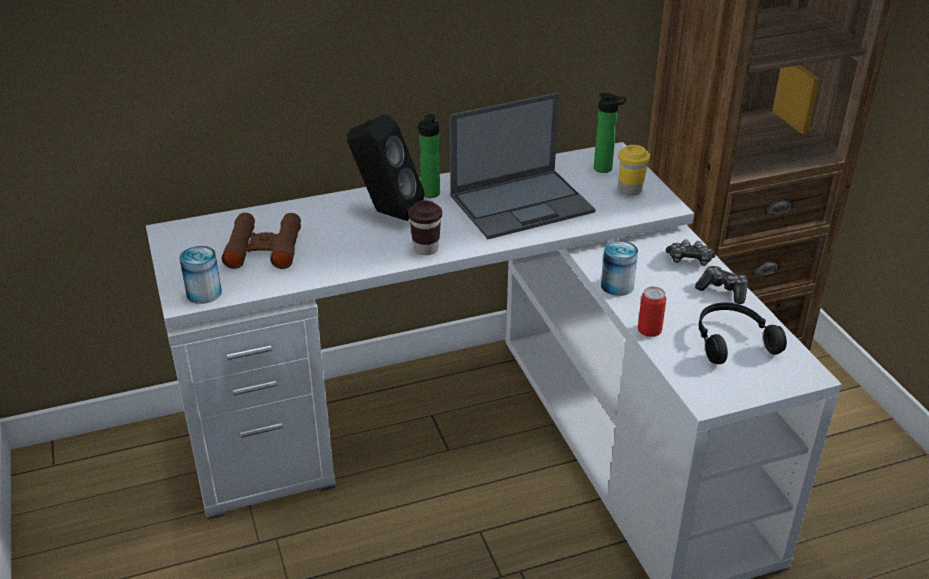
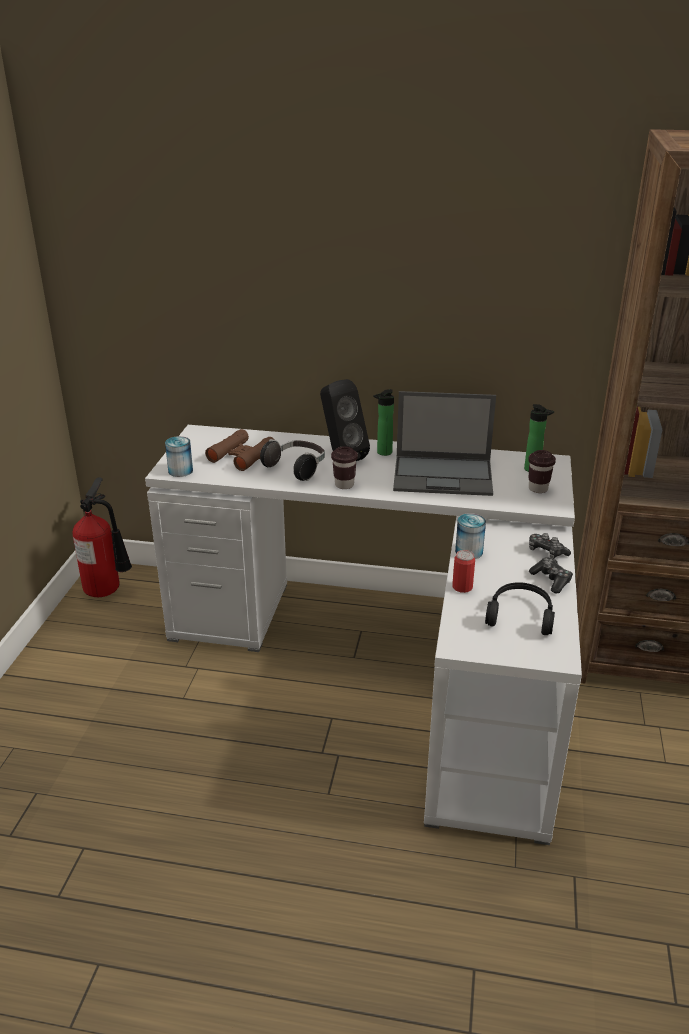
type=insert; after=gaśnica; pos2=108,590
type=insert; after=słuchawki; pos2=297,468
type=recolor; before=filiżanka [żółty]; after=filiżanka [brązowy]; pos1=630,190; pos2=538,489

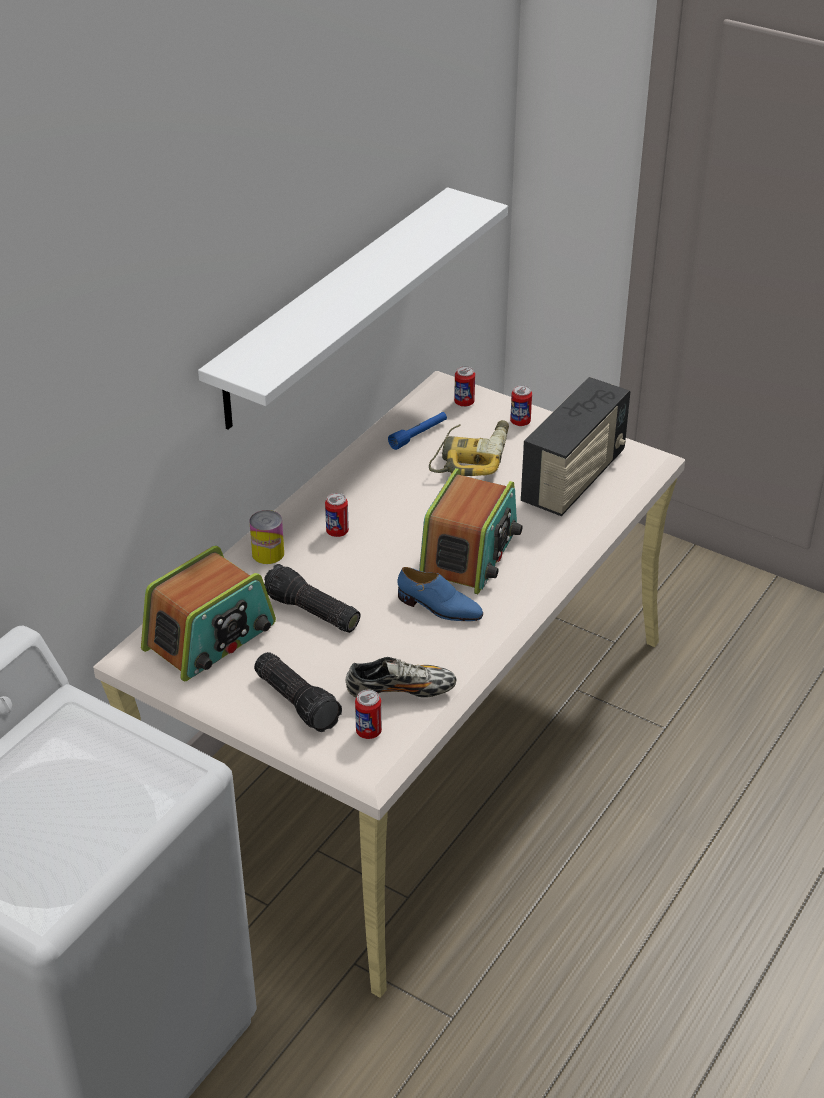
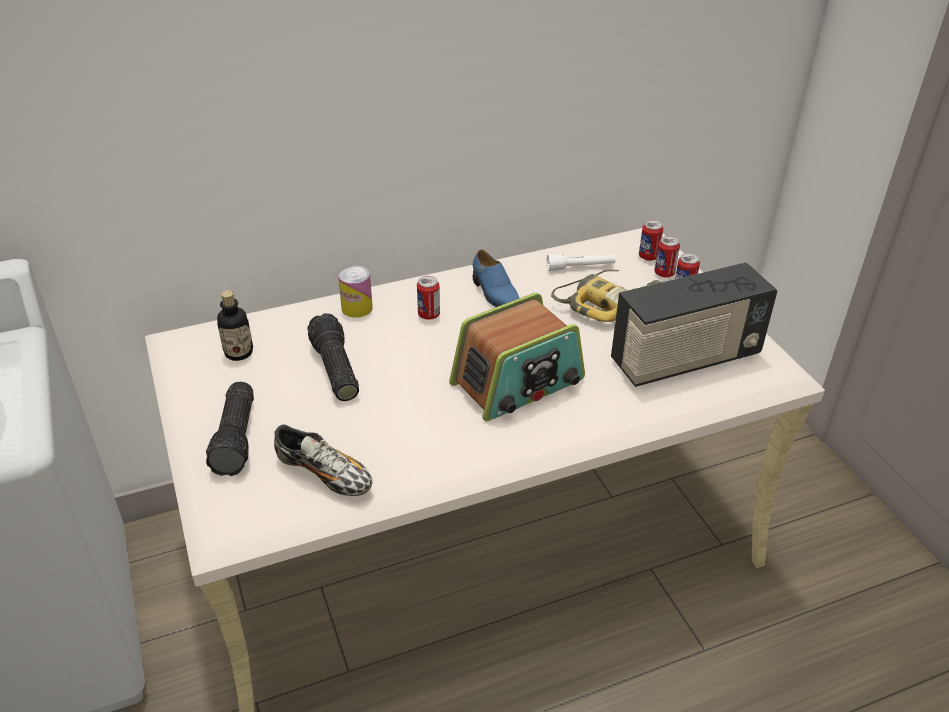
type=replace; before=radio; after=butelka; pos1=210,637; pos2=239,353
type=move; before=but [niebieski]; pos1=439,608; pos2=495,295
type=recolor; before=latarka [niebieski]; after=latarka [biały]; pos1=418,435; pos2=580,267
type=move; before=puszka; pos1=368,731; pos2=664,273
type=delete; before=półka [biały]; pos1=334,307

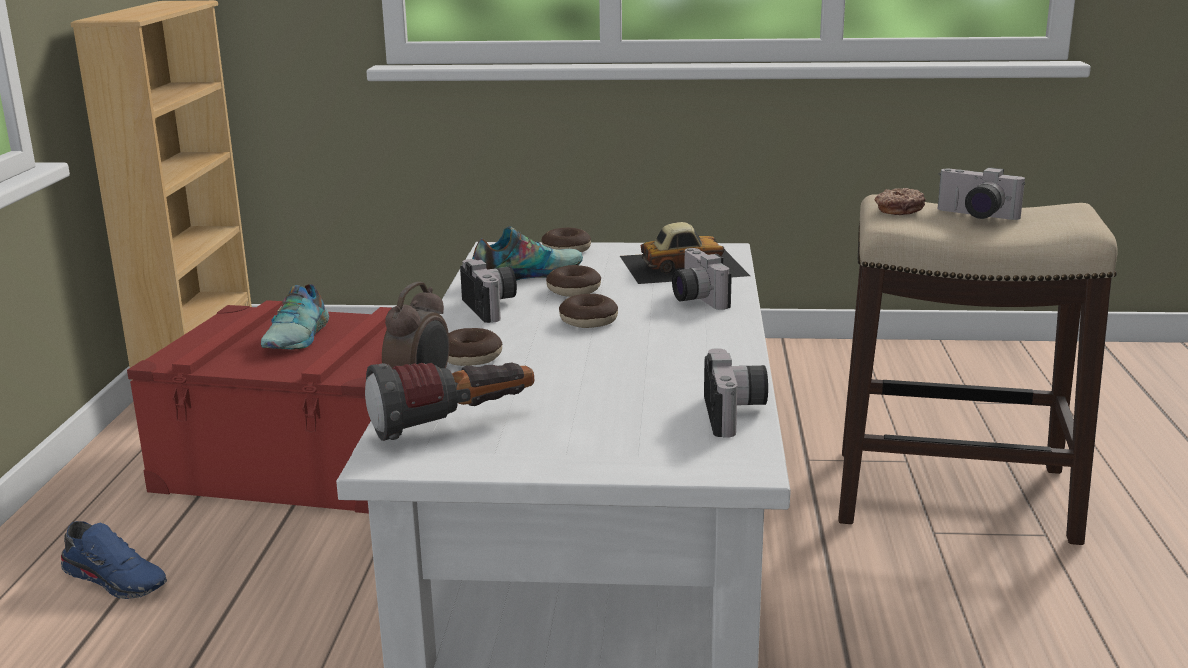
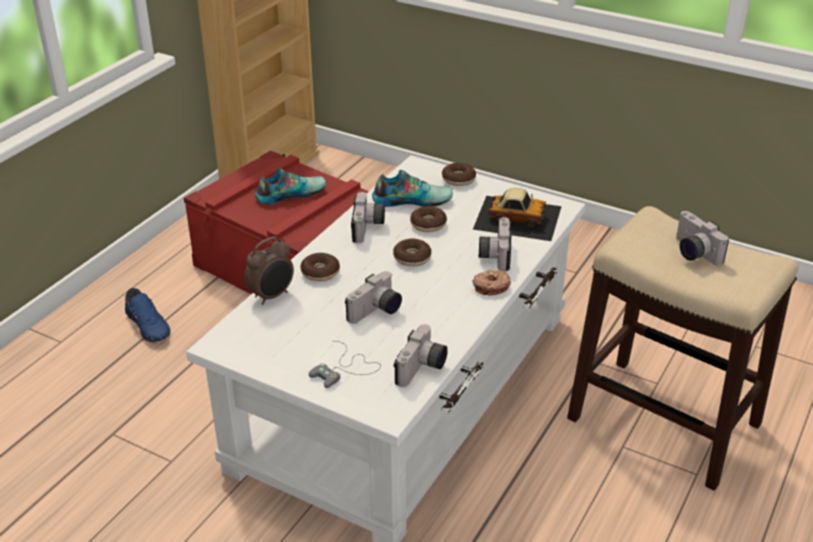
type=rotate; before=but; pos1=299,337; pos2=290,193; turn=-150
type=insert; after=pad do gier [szary]; pos2=346,369
type=insert; after=aparat fotograficzny; pos2=376,312
type=move; before=donut; pos1=898,209; pos2=491,286
type=delete; before=latarka; pos1=454,425

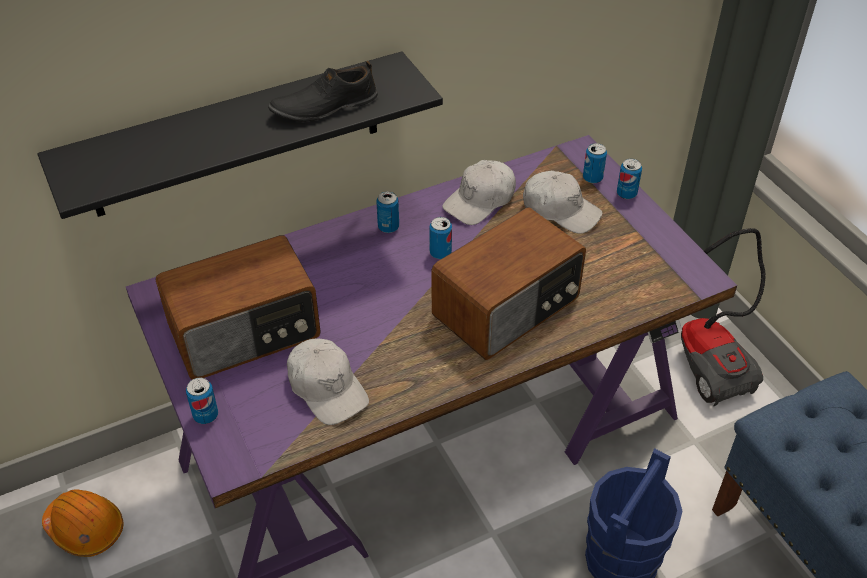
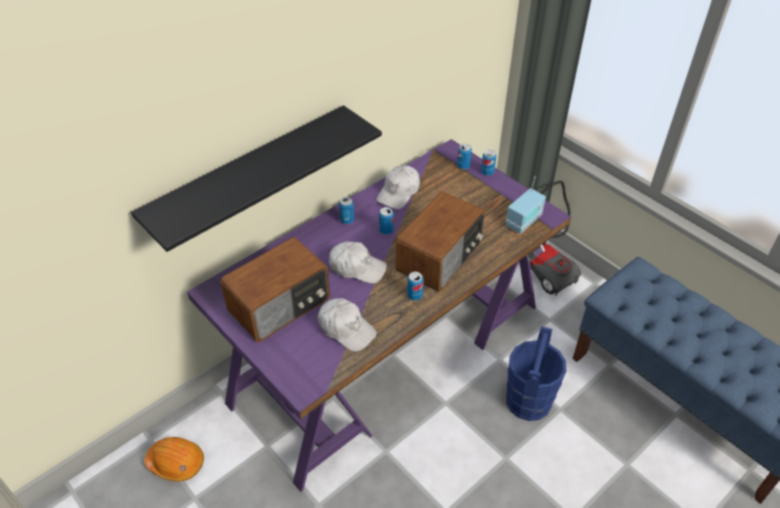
type=move; before=czapka z daszkiem [biały]; pos1=560,210; pos2=357,267
type=move; before=puszka; pos1=206,415; pos2=414,295
type=insert; after=radio; pos2=524,221
type=delete; before=but [czarny]; pos1=324,106

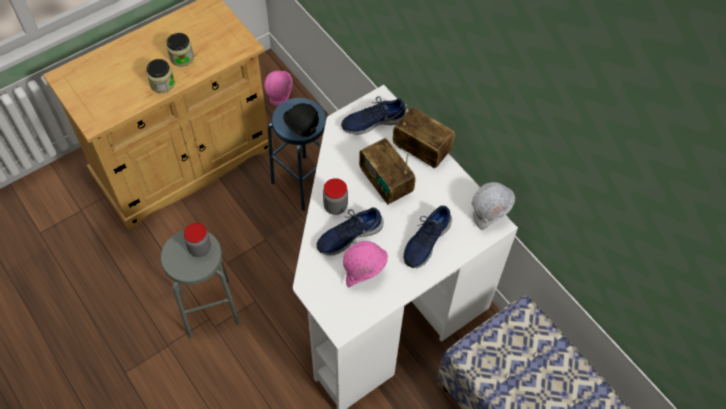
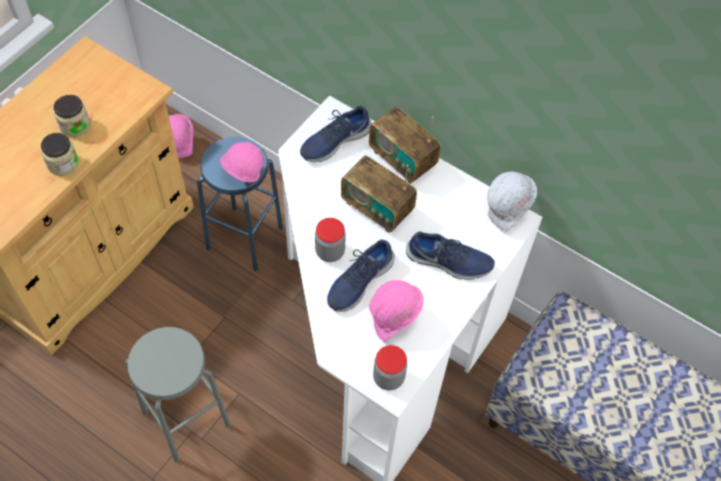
type=recolor; before=kask [czarny]; after=kask [różowy]; pos1=301,131; pos2=243,177
type=rotate; before=radio; pos1=421,150; pos2=402,159; turn=-150
type=move; before=słoik; pos1=200,248; pos2=388,378
type=rotate; before=but [niebieski]; pos1=426,241; pos2=448,262; turn=-90

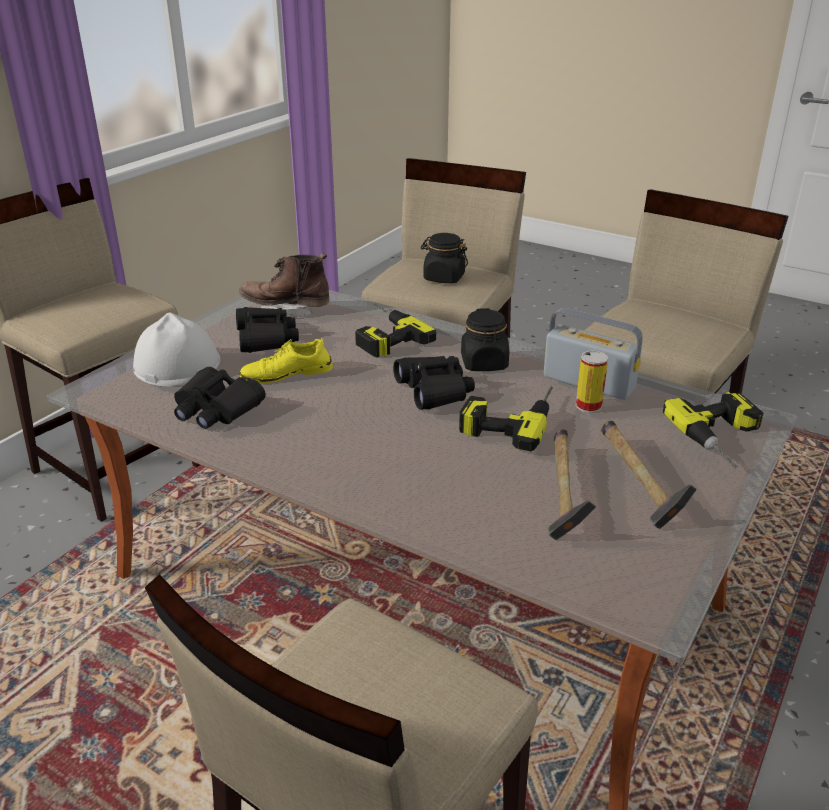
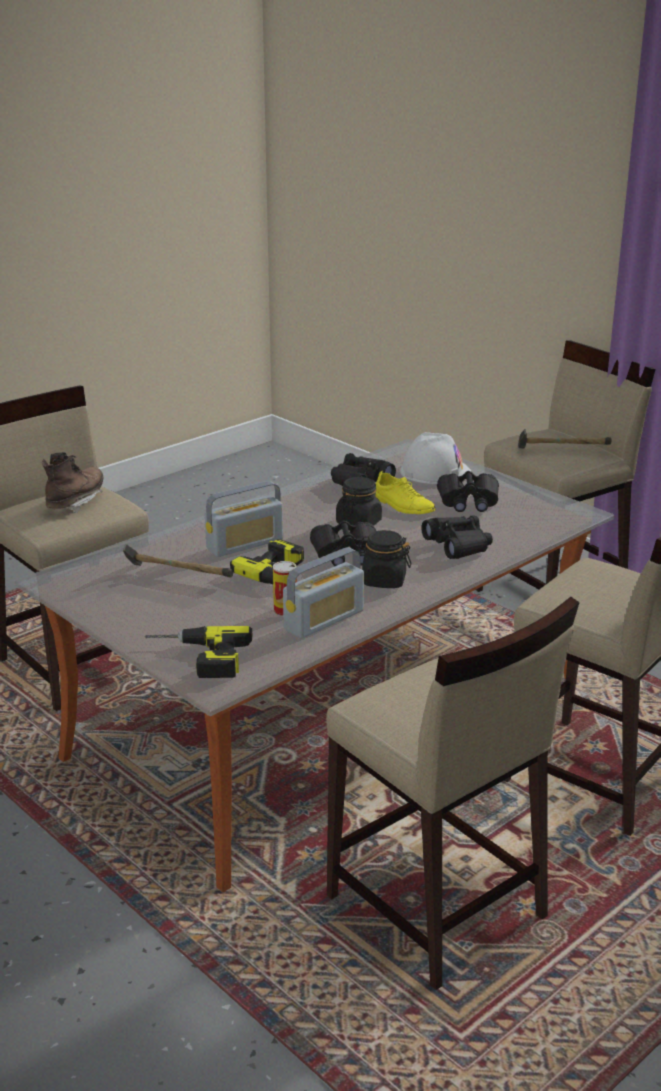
type=move; before=but z cholewką [brązowy]; pos1=286,309; pos2=76,502
type=insert; after=radio; pos2=245,544
type=move; before=słoik [czarny]; pos1=443,278; pos2=358,522
type=rotate; before=but [żółty]; pos1=287,373; pos2=402,505; turn=135
type=replace; before=wiertarka; after=lornetka [czarny]; pos1=382,335; pos2=458,545
type=move; before=młotek; pos1=637,484; pos2=560,450

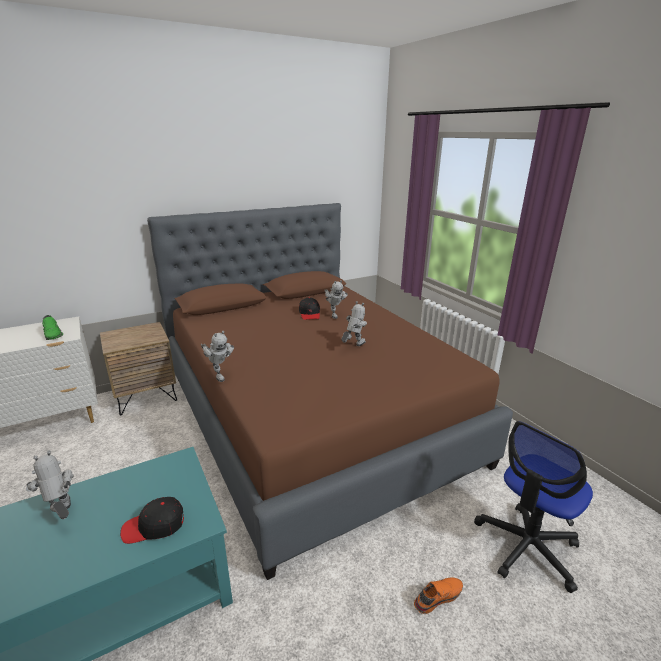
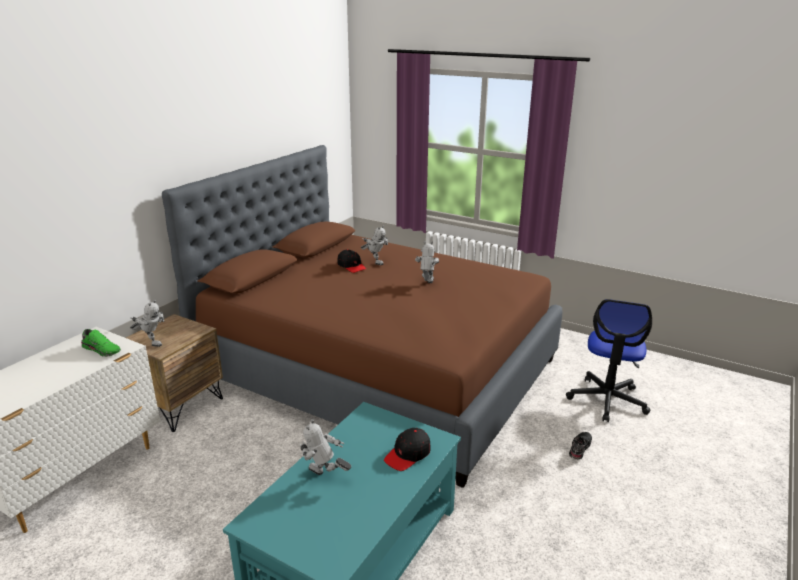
type=move; before=robot zabawkowy; pos1=219,375; pos2=151,342
type=recolor; before=but [pomarańczowy]; after=but [czarny]; pos1=437,596; pos2=579,448

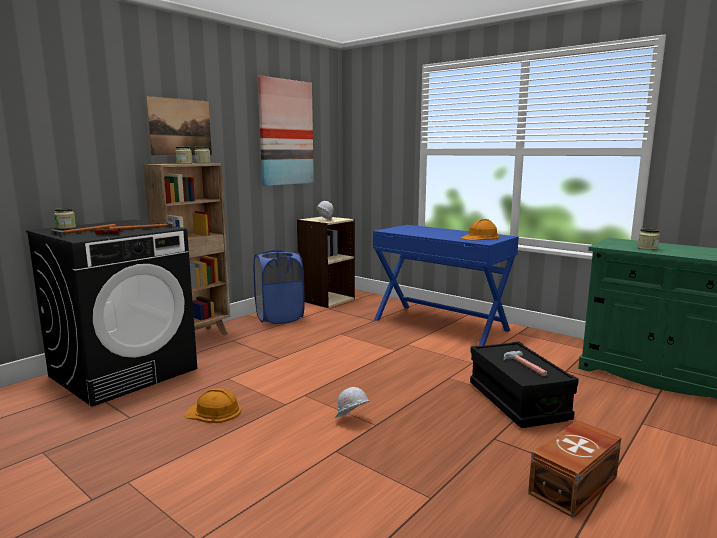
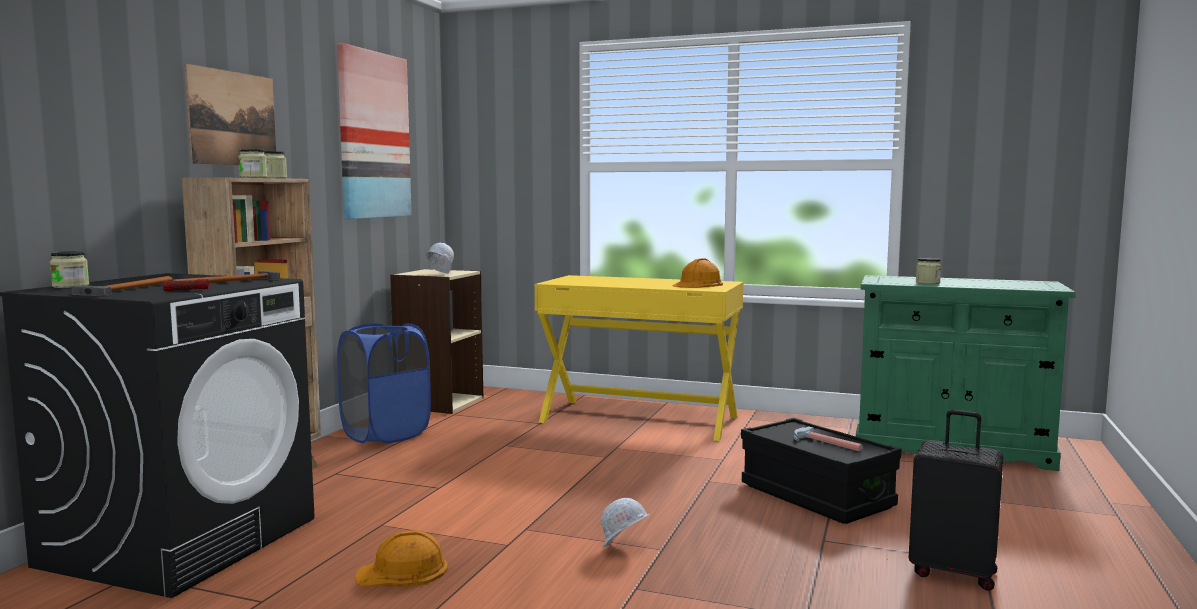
type=recolor; before=biurko [niebieski]; after=biurko [żółty]; pos1=440,324; pos2=639,419
type=replace; before=pojemnik do przechowywania [brązowy]; after=walizka [czarny]; pos1=575,485; pos2=953,572

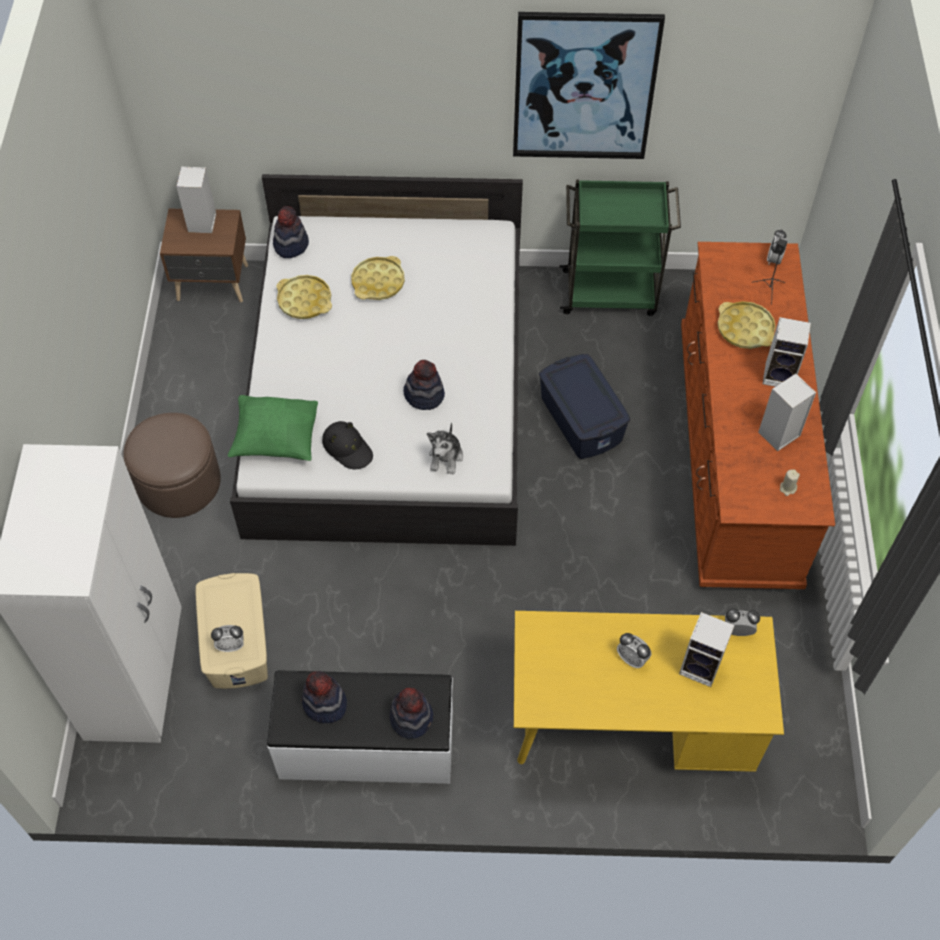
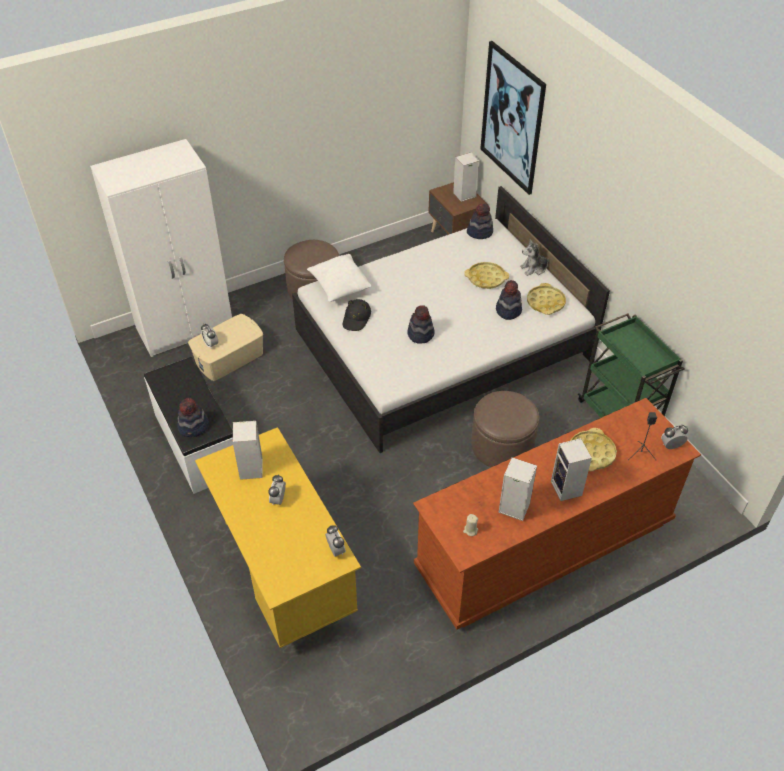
type=move; before=głośnik; pos1=702,667; pos2=252,469
type=recolor; before=poduszka [zielony]; after=poduszka [biały]; pos1=276,439; pos2=340,287
type=replace; before=pojemnik do przechowywania [niebieski]; after=pufa [brązowy]; pos1=581,419; pos2=502,445
type=move; before=obraz; pos1=584,87; pos2=512,118
type=move; before=kapelusz; pos1=324,704; pos2=508,310
type=move; before=pluszak; pos1=446,457; pos2=534,268
type=move; before=taca [żółty]; pos1=304,300; pos2=545,302

